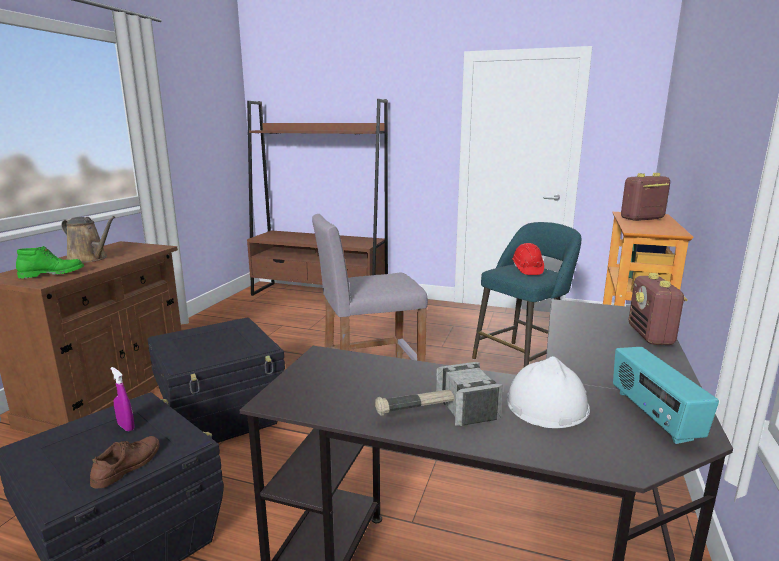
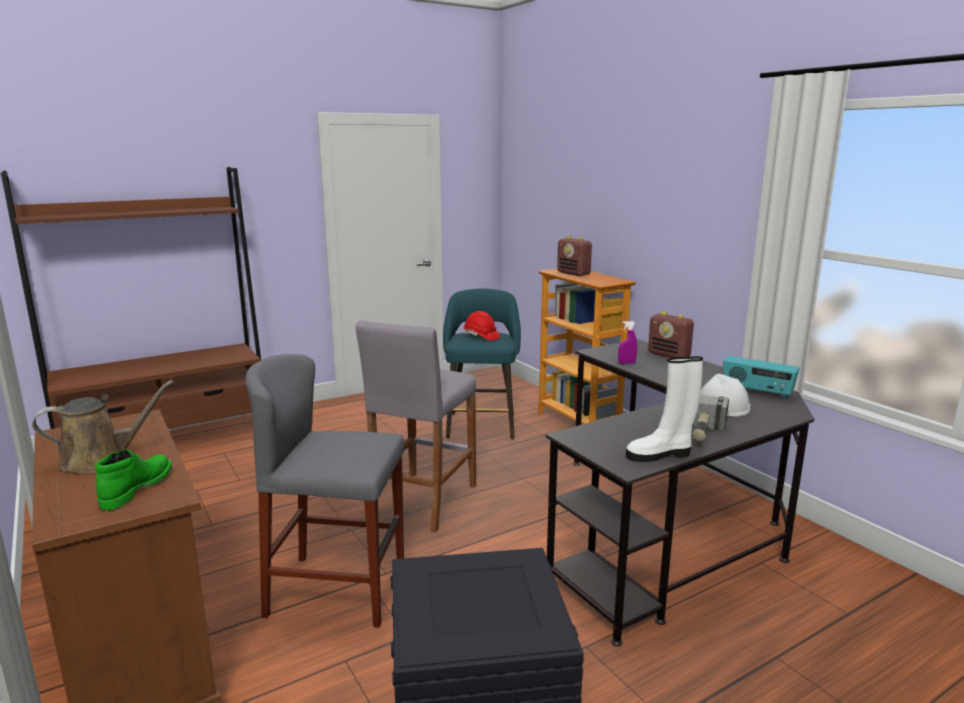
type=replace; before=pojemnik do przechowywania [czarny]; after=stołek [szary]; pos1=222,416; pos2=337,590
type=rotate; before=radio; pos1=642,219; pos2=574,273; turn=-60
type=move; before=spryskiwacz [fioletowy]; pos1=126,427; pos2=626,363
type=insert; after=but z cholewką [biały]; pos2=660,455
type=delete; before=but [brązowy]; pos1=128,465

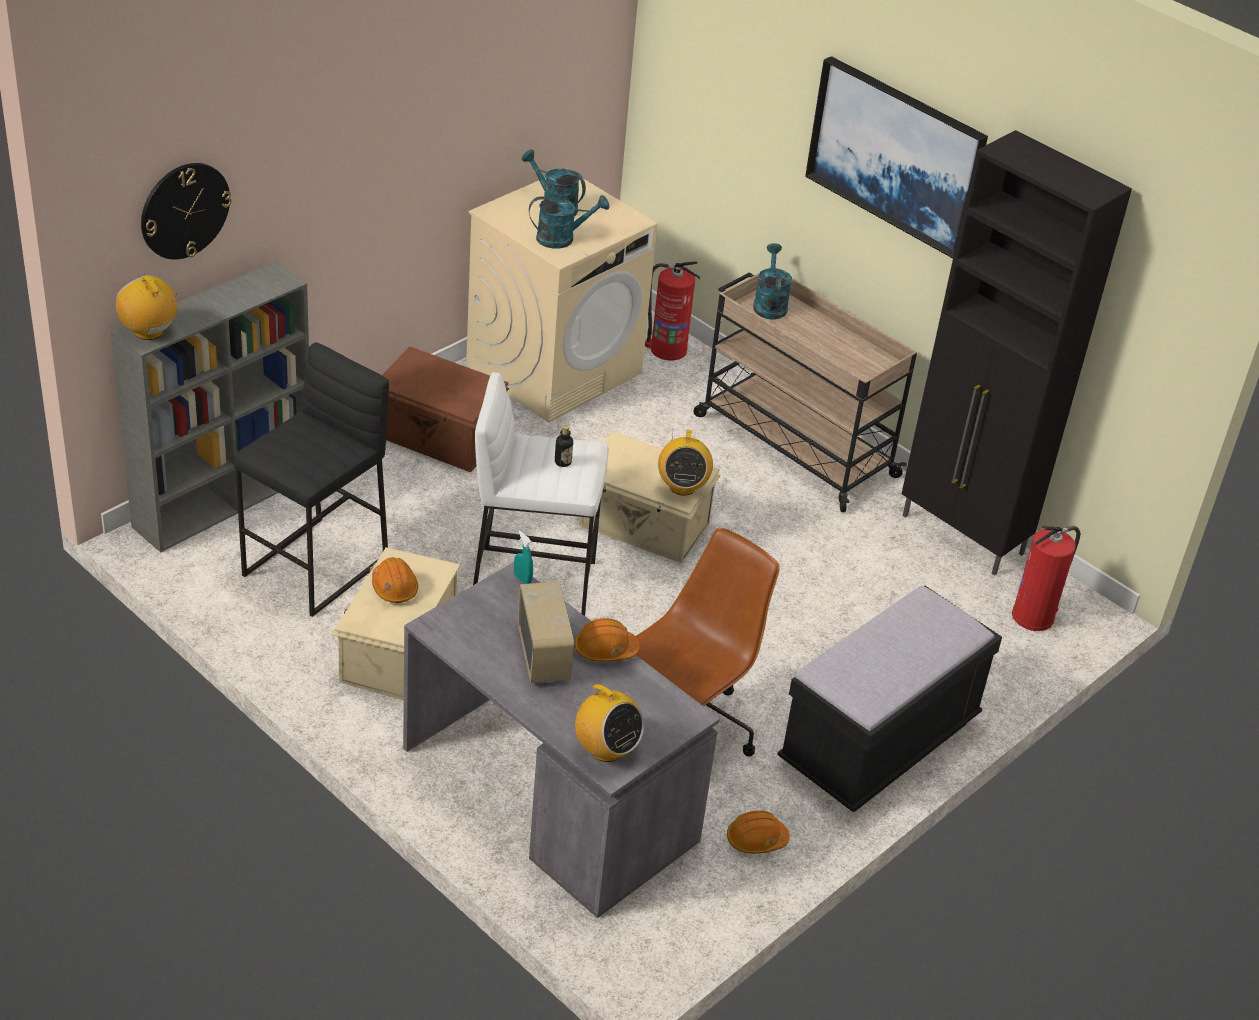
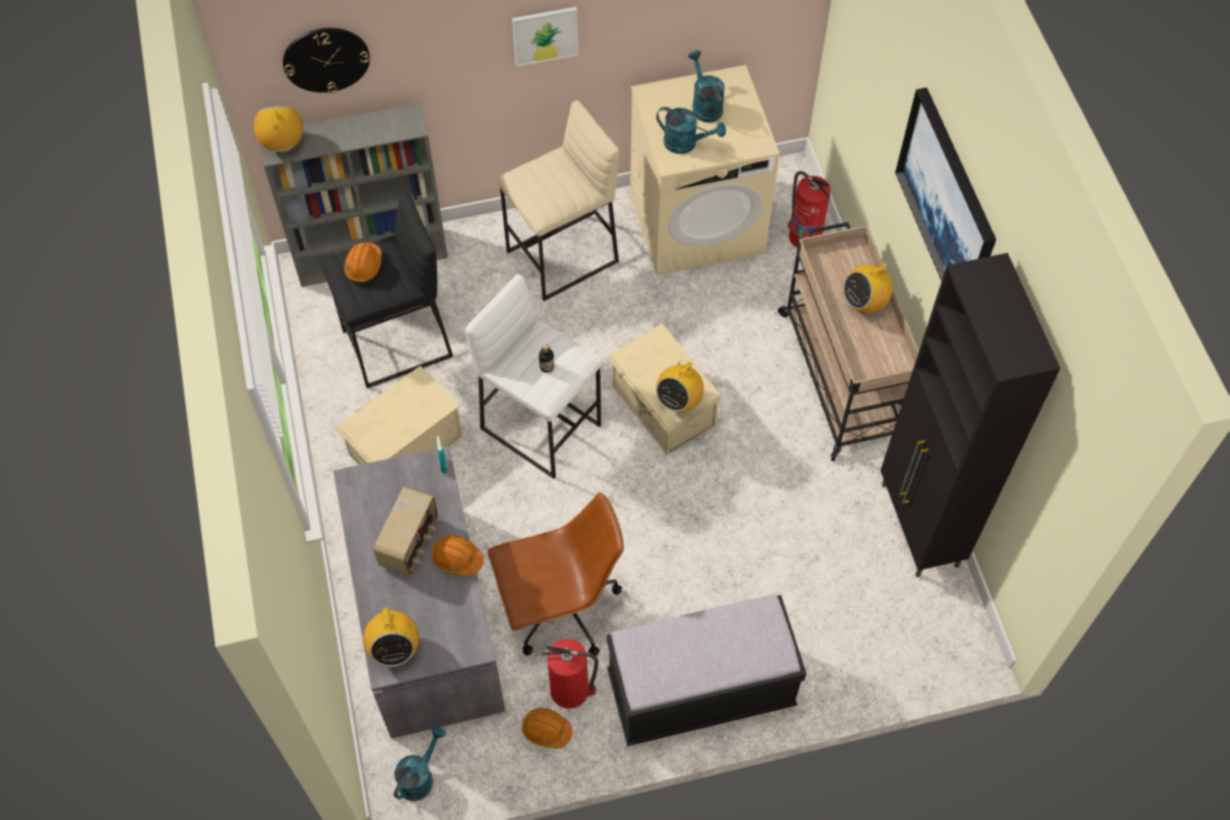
type=move; before=kask [pomarańczowy]; pos1=394,587; pos2=364,266
type=move; before=konewka [turkusowy]; pos1=769,304; pos2=419,776
type=replace; before=pojemnik do przechowywania [brązowy]; after=stołek [beżowy]; pos1=439,437; pos2=563,257
type=insert; after=obraz; pos2=545,35
type=move; before=gaśnica; pos1=1034,616; pos2=571,690
type=insert; after=radio; pos2=864,303

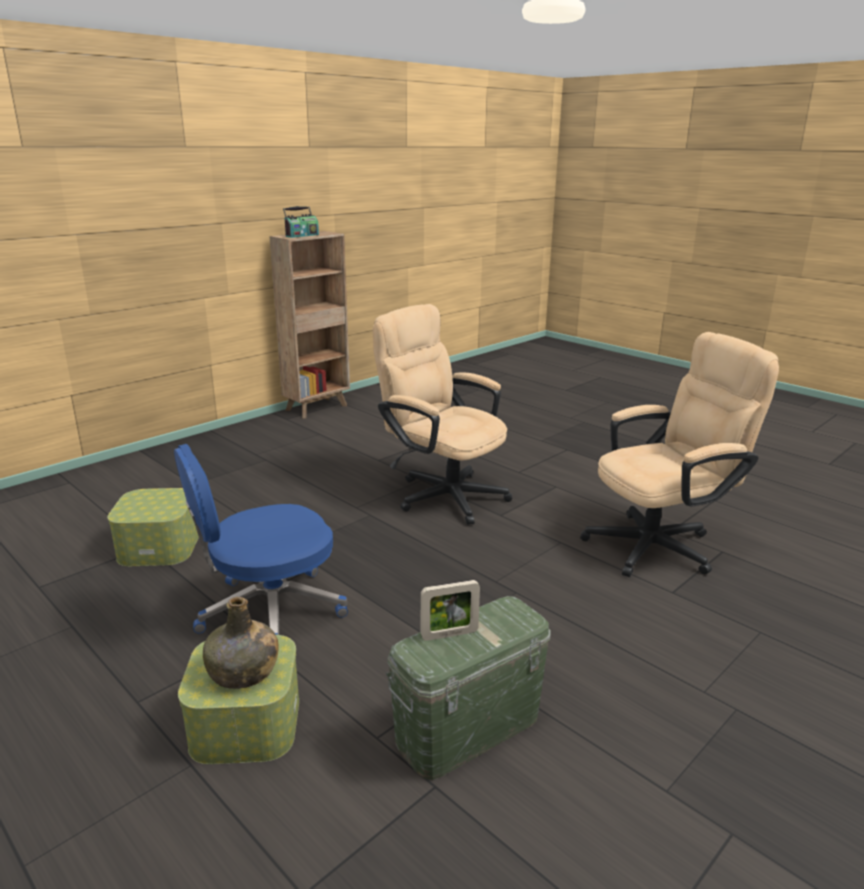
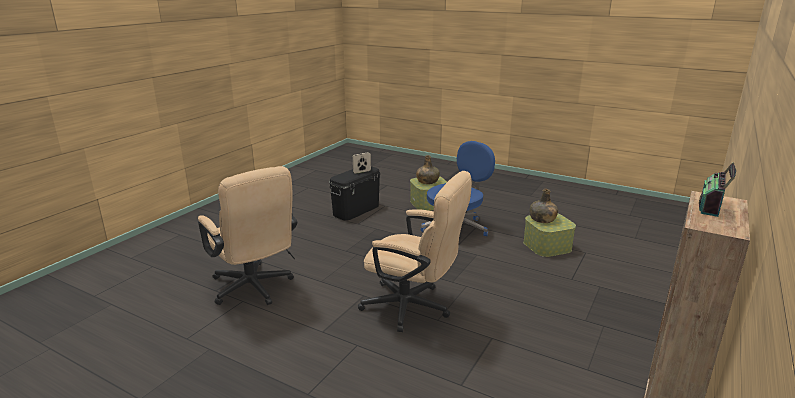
type=rotate; before=krzesło biurowe [beżowy]; pos1=661,544; pos2=254,289; turn=-90
type=recolor; before=pojemnik do przechowywania [zielony]; after=pojemnik do przechowywania [czarny]; pos1=468,729; pos2=356,210
type=insert; after=butelka [zielony]; pos2=542,219

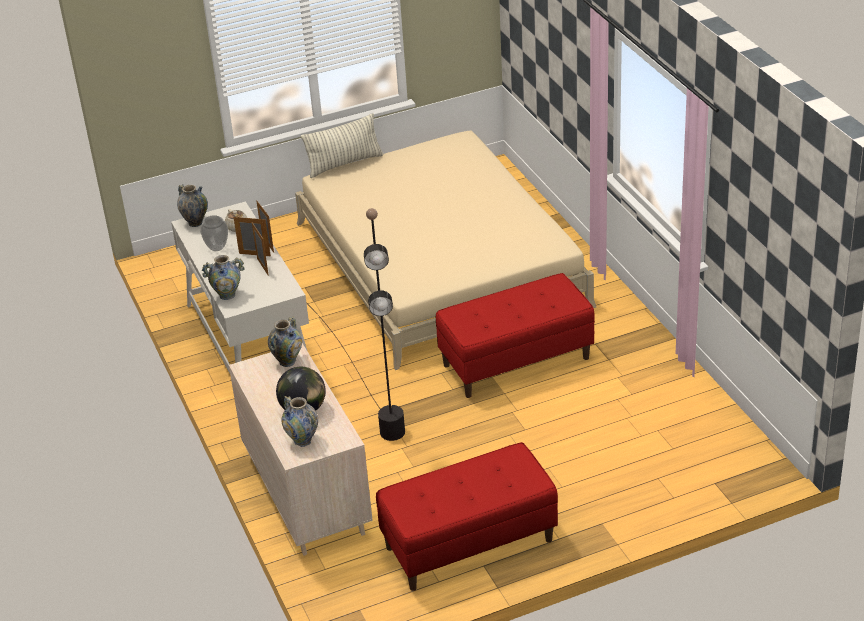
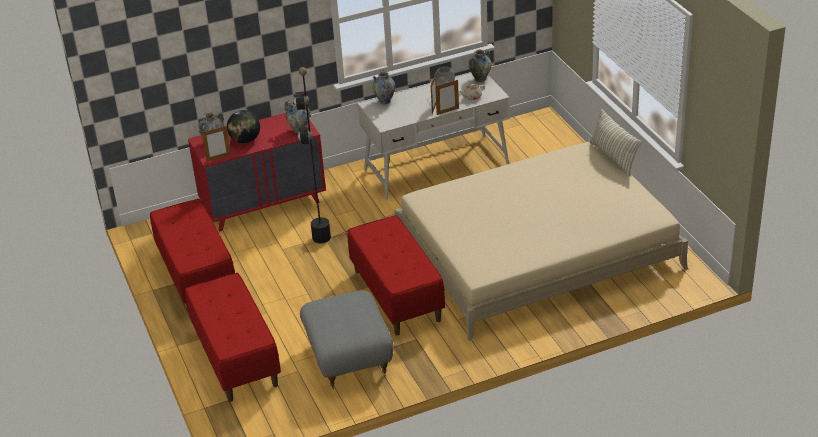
type=insert; after=ławka [czerwony]; pos2=235,357
type=recolor; before=komoda [beżowy]; after=komoda [czerwony]; pos1=306,495; pos2=264,205
type=move; before=ramka na zdjęcie; pos1=262,267; pos2=218,158
type=insert; after=pufa [szary]; pos2=347,358

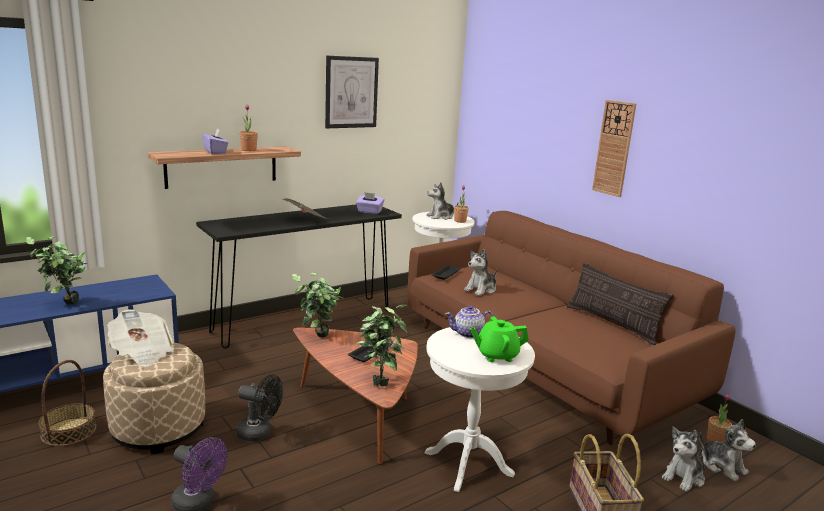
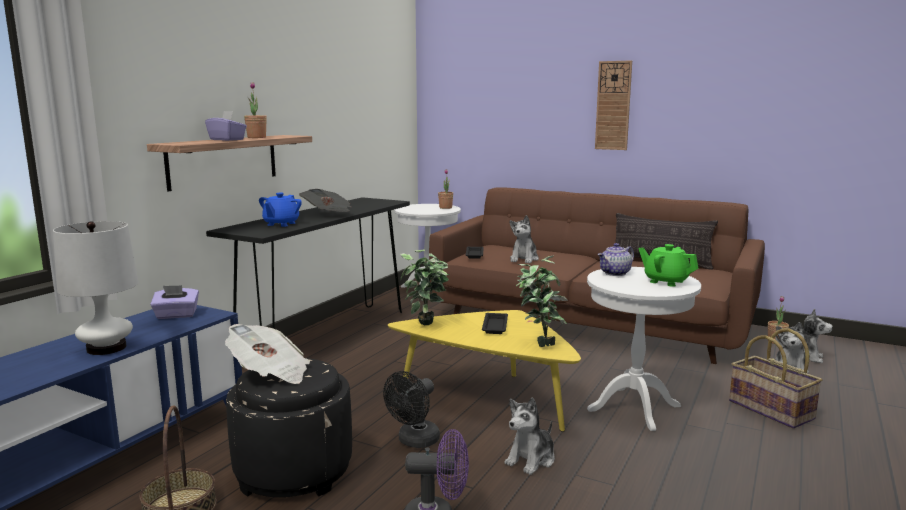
type=replace; before=roślina doniczkowa; after=lampa stołowa [biały]; pos1=63,305; pos2=106,348
type=move; before=pudełko chusteczek [fioletowy]; pos1=369,211; pos2=176,315
type=recolor; before=pufa [beżowy]; after=pufa [czarny]; pos1=158,428; pos2=293,471
type=insert; after=imbryk [niebieski]; pos2=281,224
type=rotate; before=wentylator [czarny]; pos1=260,433; pos2=414,442; turn=135
type=recolor; before=ława [brązowy]; after=ława [żółty]; pos1=360,413; pos2=490,398
type=move; before=pluszak; pos1=440,216; pos2=531,459
type=rotate; before=imbryk [zielony]; pos1=496,355; pos2=666,281; turn=75
type=delete; before=obraz; pos1=351,92

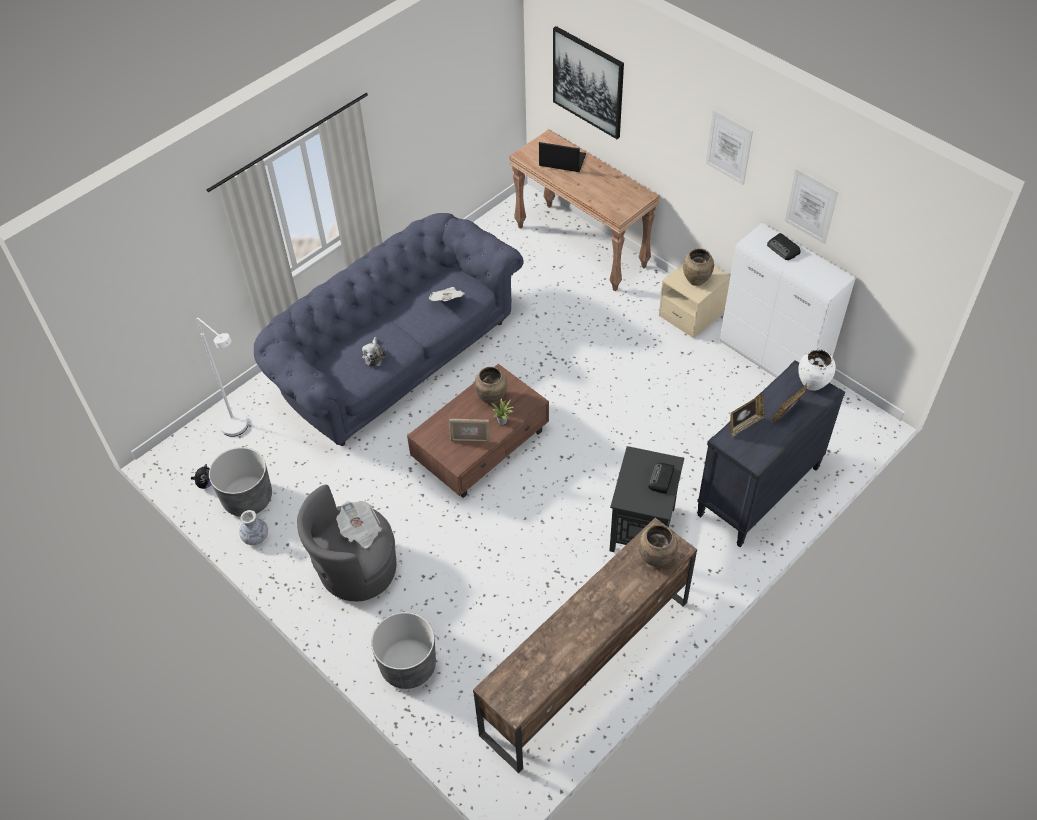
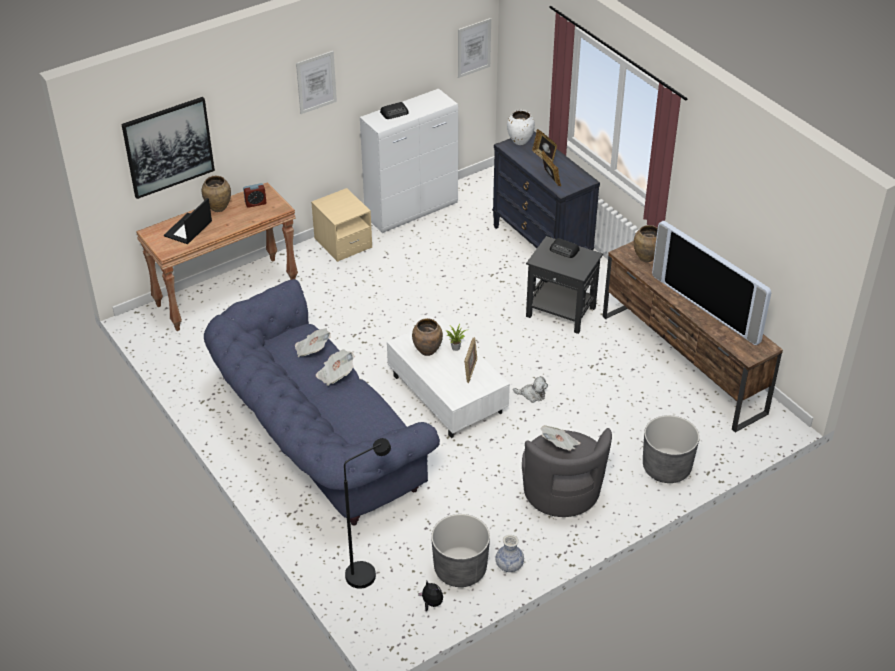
type=move; before=wazon [brązowy]; pos1=695,280; pos2=218,208
type=insert; after=budzik; pos2=255,203
type=insert; after=gazeta; pos2=335,375
type=recolor; before=lampa stojąca [biały]; after=lampa stojąca [czarny]; pos1=240,429; pos2=367,571
type=recolor; before=ława [brązowy]; after=ława [biały]; pos1=482,445; pos2=446,393
type=move; before=obraz; pos1=811,206; pos2=474,48
type=move; before=pluszak; pos1=374,356; pos2=532,395
type=insert; after=telewizor; pos2=707,307

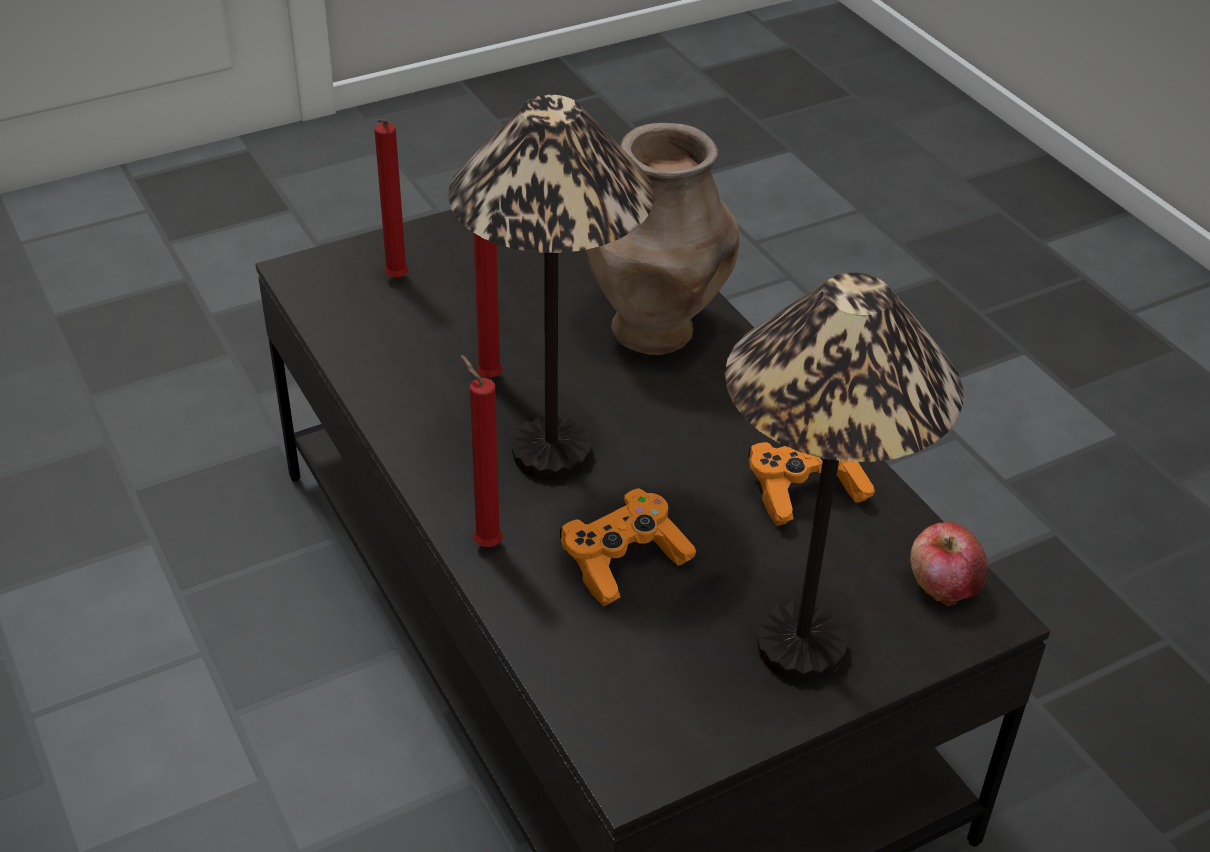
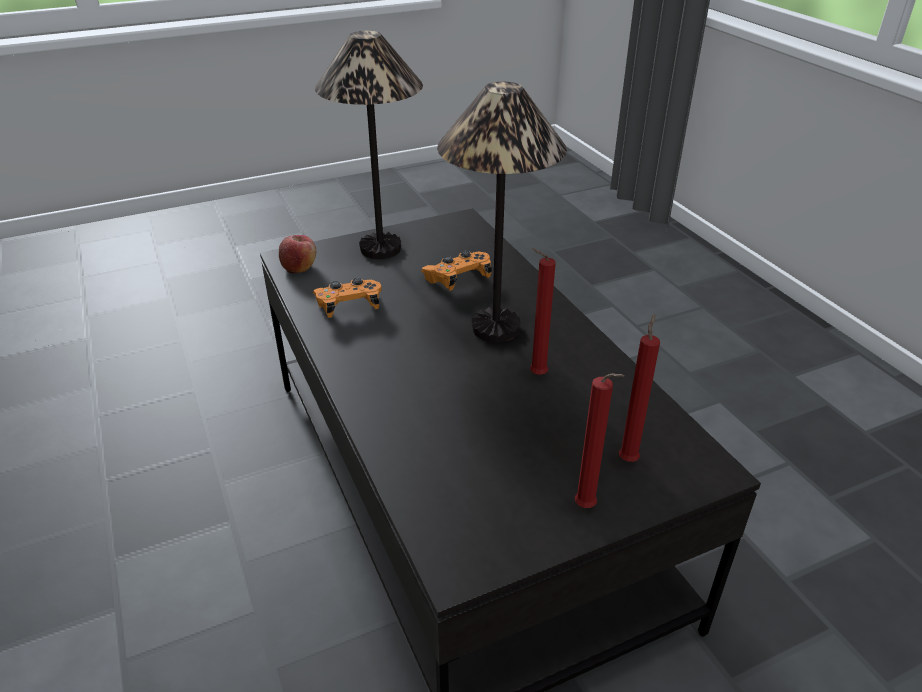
type=move; before=świeca [czerwony]; pos1=484,542; pos2=587,508
type=delete; before=wazon [brązowy]; pos1=655,330

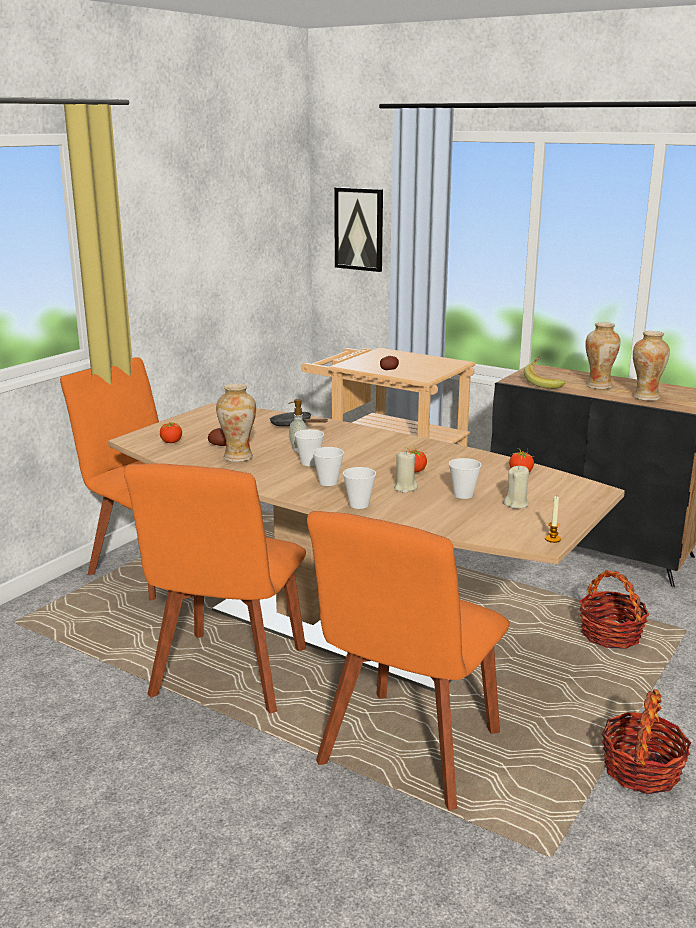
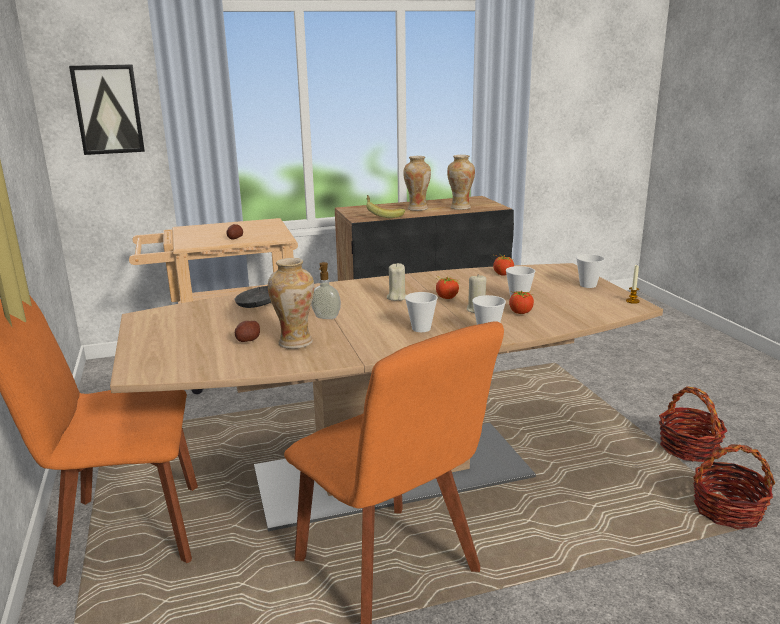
type=move; before=świeca [beżowy]; pos1=516,504; pos2=396,297
type=move; before=pomidor; pos1=171,442; pos2=521,312
type=move; before=filiżanka; pos1=309,463; pos2=588,285
type=move; before=koszyk; pos1=610,634; pos2=727,510
type=delete; before=krzesło [pomarańczowy]; pos1=407,753

